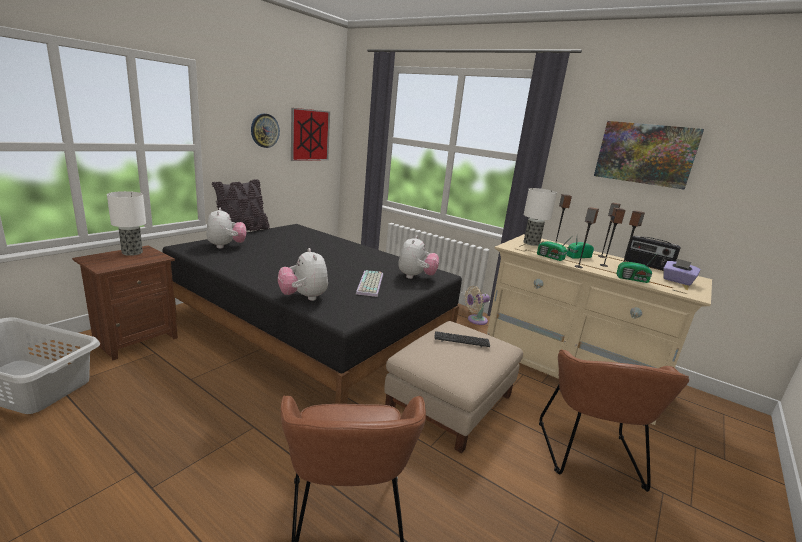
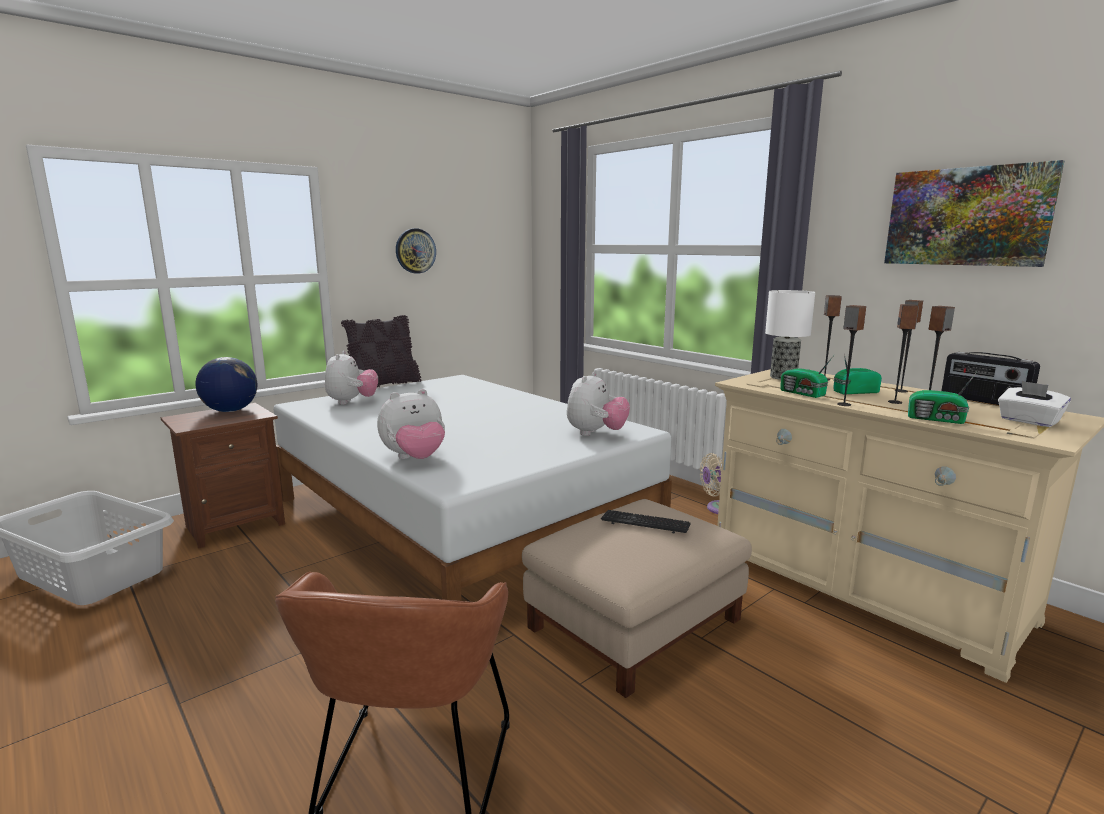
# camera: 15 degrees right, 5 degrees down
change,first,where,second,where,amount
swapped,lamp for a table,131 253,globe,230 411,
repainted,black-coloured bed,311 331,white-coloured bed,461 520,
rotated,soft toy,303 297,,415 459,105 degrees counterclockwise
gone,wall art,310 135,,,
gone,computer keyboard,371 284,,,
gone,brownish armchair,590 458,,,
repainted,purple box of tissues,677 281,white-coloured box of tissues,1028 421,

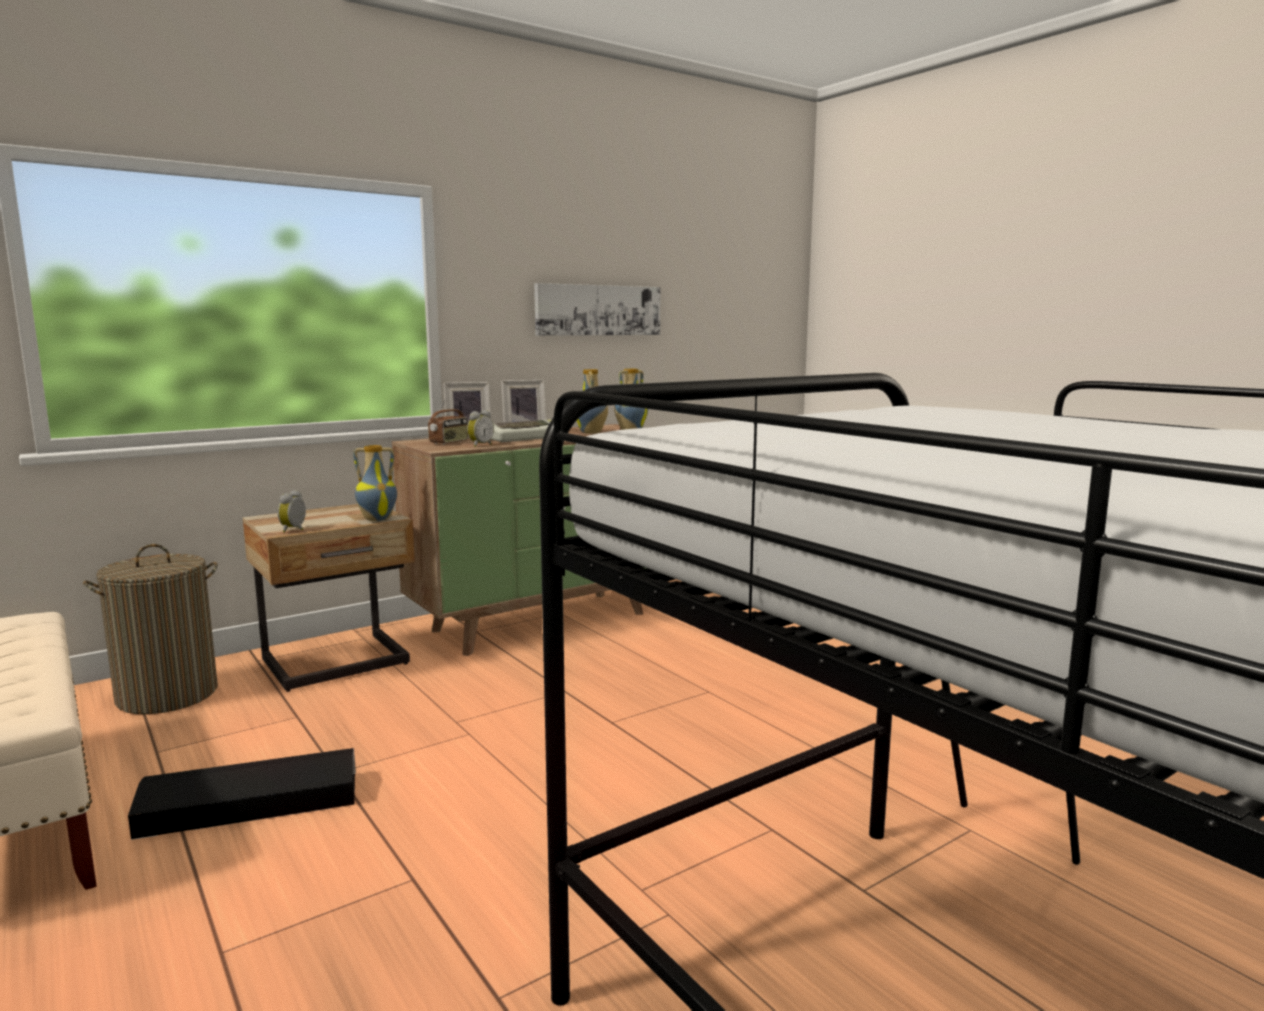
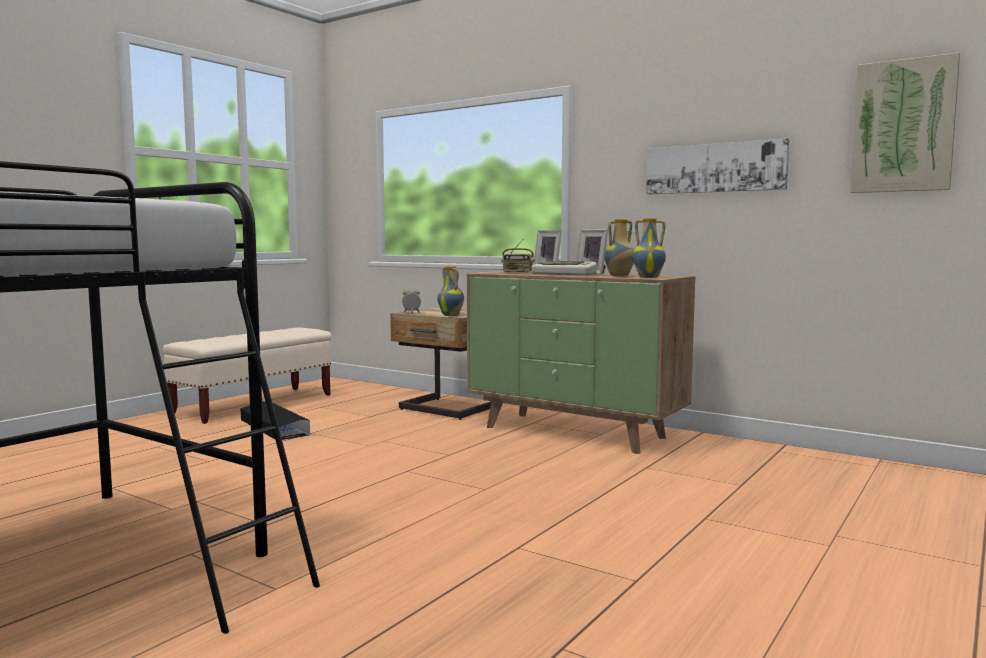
# camera: 70 degrees right, 5 degrees down
change,first,where,second,where,amount
gone,laundry basket,167 695,,,
gone,bedside clock,479 445,,,
new,,,wall art,903 126,

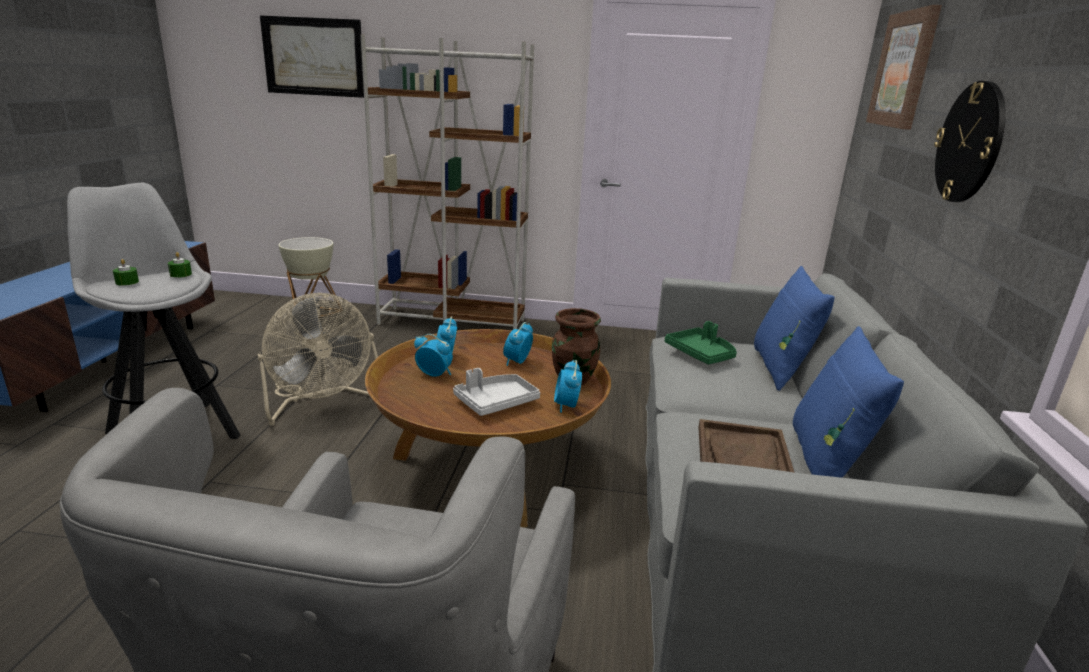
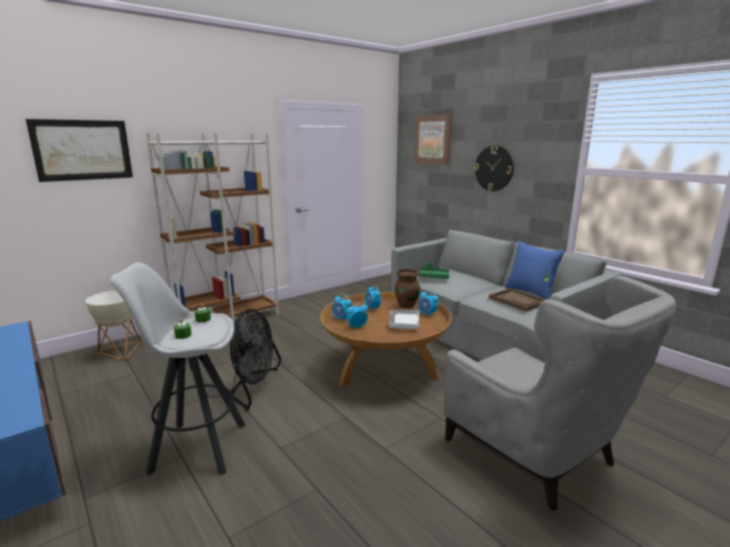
# camera: 45 degrees left, 5 degrees down
change,first,where,second,where,amount
repainted,sand-coloured fan,317 403,black-coloured fan,247 388,
gone,blue-coloured cushion,780 369,,,

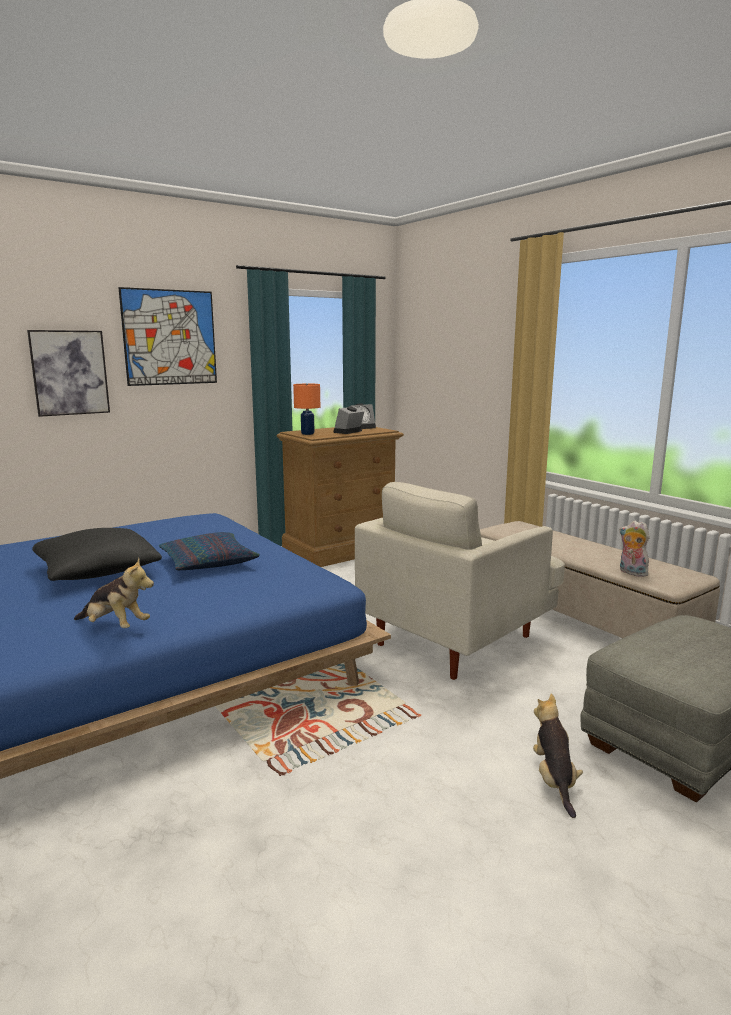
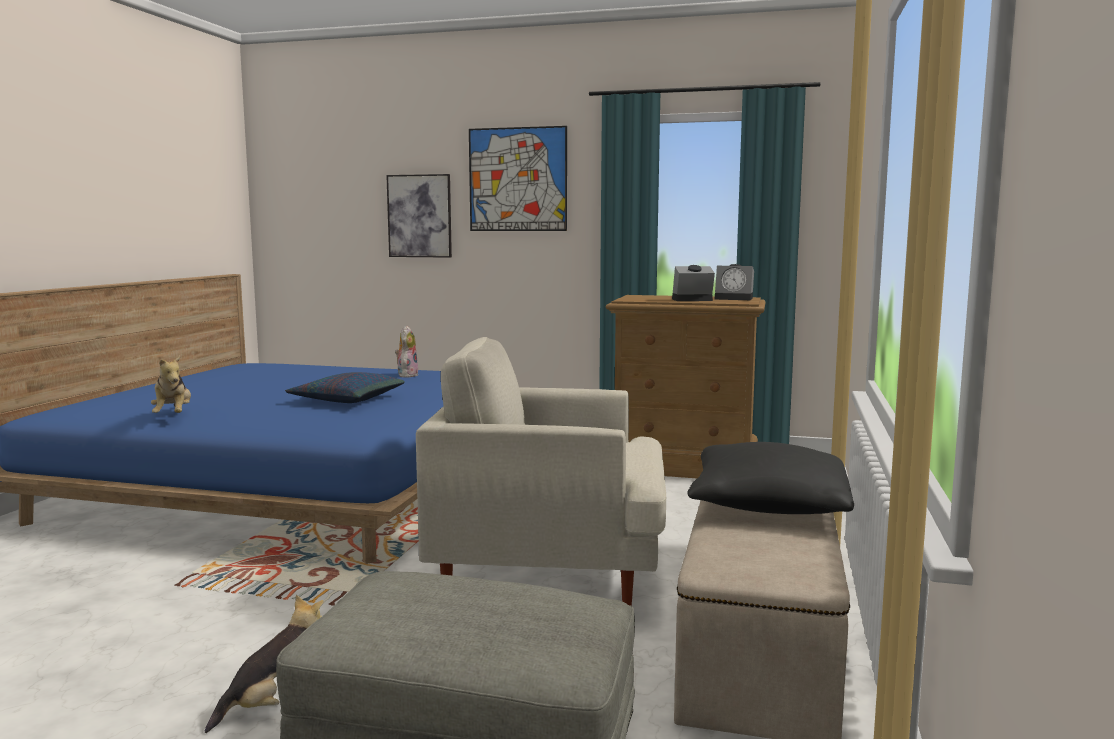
# camera: 50 degrees right, 5 degrees down
change,first,where,second,where,amount
shifted,black-coloured cushion,97 571,,768 505,
gone,orange lamp for a table,307 434,,,
shifted,soft toy,631 573,,407 375,

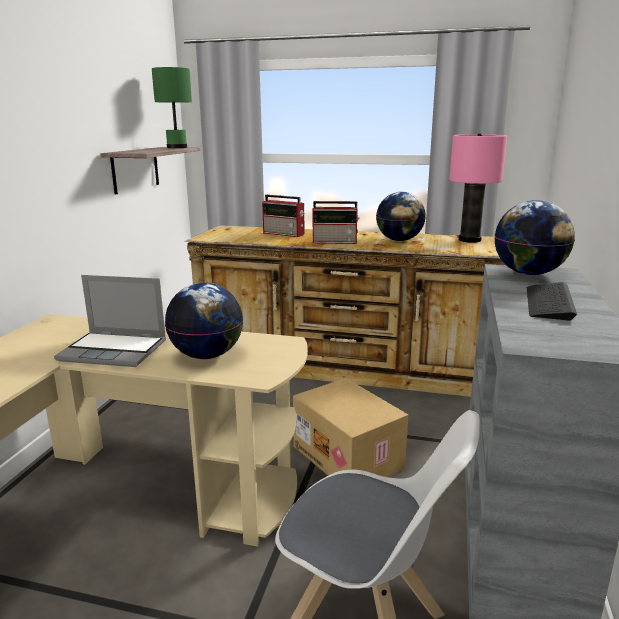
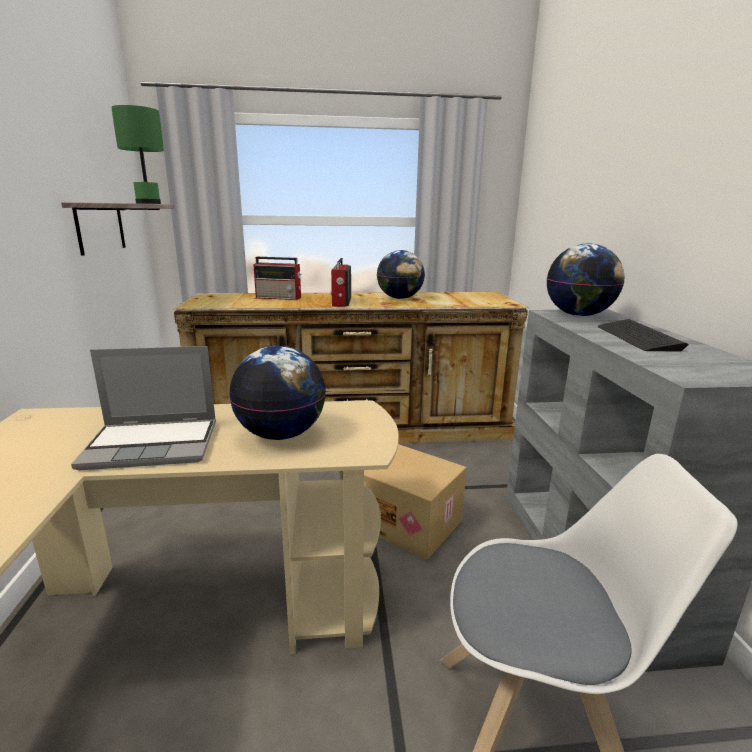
# camera: 20 degrees left, 0 degrees up
change,first,where,second,where,amount
rotated,radio,336 242,,341 302,105 degrees clockwise
gone,pink lamp for a table,470 240,,,

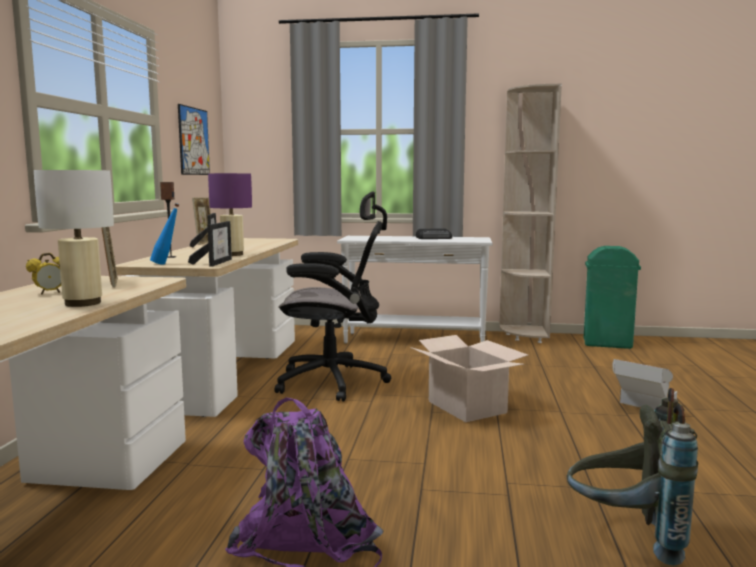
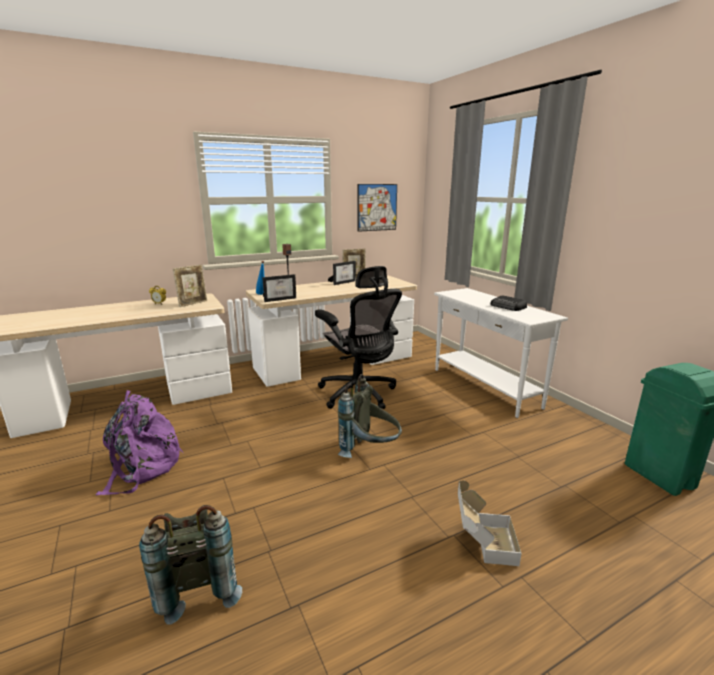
# camera: 55 degrees right, 10 degrees up
change,first,where,second,where,amount
gone,white-coloured lamp for a table,82 303,,,
gone,purple lamp for a table,233 254,,,
swapped,cardboard box,466 407,grey backpack,370 452,
gone,sand-coloured shelving unit,524 338,,,

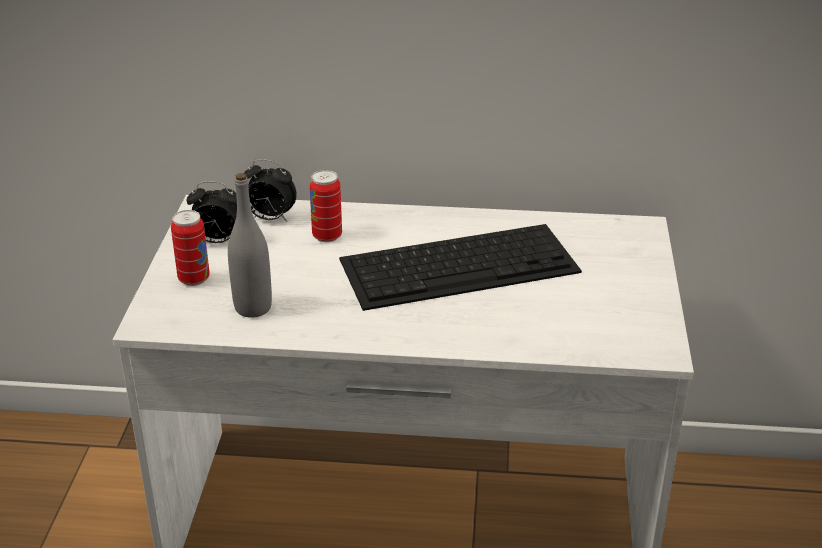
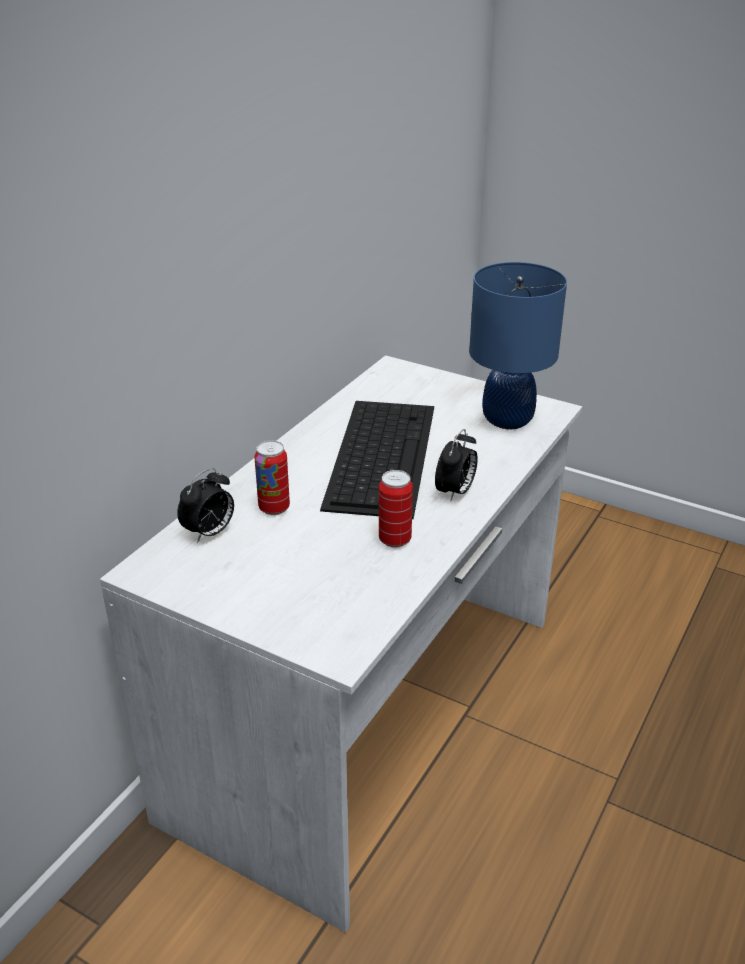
# camera: 65 degrees left, 0 degrees up
change,first,where,second,where,amount
shifted,metal can,194 279,,395 540,
shifted,bedside clock,217 241,,455 492,
gone,grey bottle,253 308,,,
new,,,blue-coloured lamp for a table,508 420,

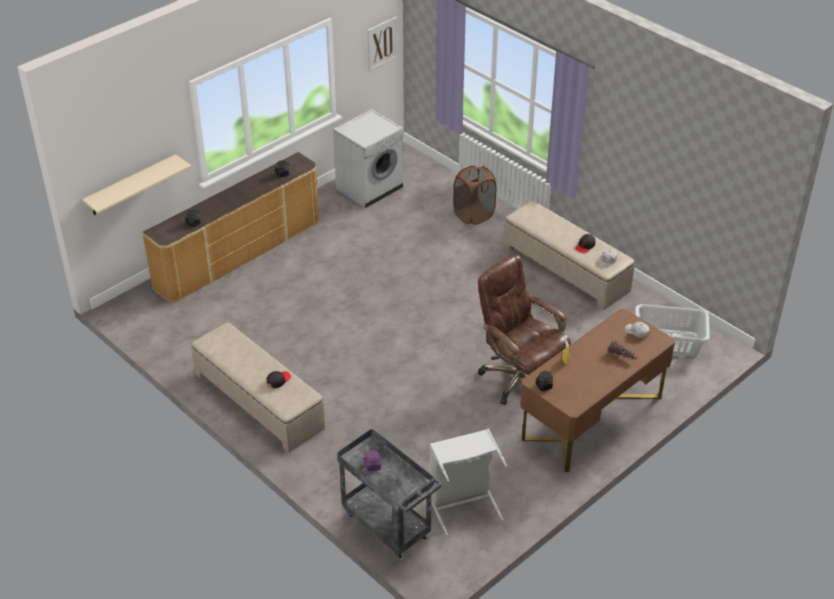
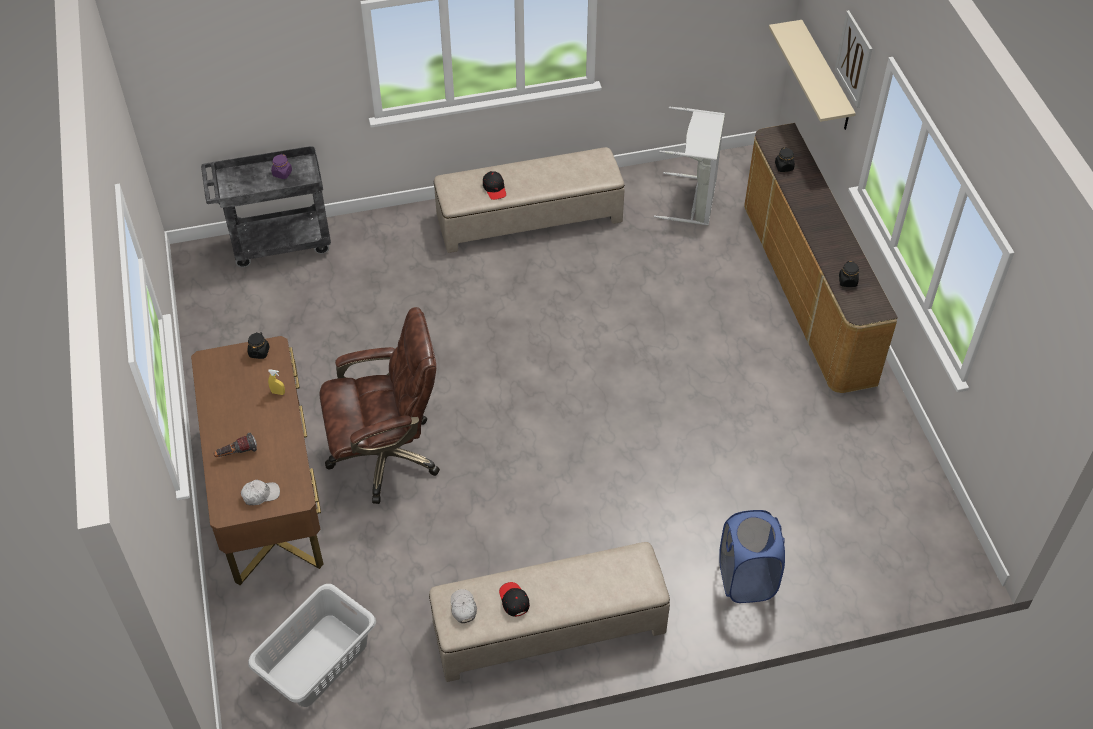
# camera: 120 degrees right, 10 degrees up
change,first,where,second,where,amount
gone,white-coloured laundry machine,370 188,,,
shifted,wall art,382 43,,854 59,
shifted,grey laundry basket,463 503,,694 200,
repainted,brownish laundry basket,473 215,blue-coloured laundry basket,746 579,

